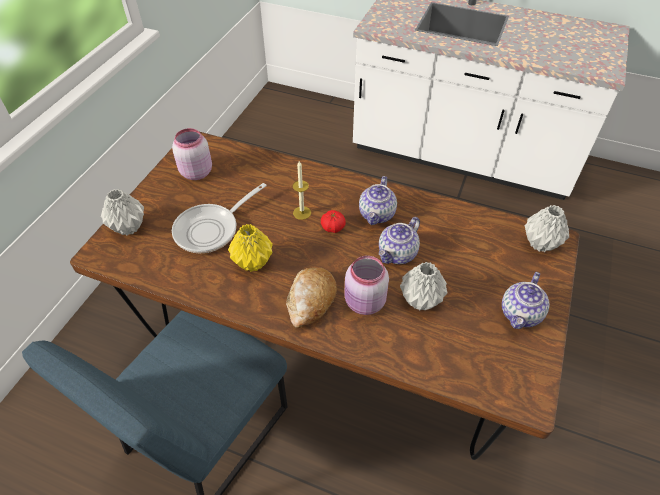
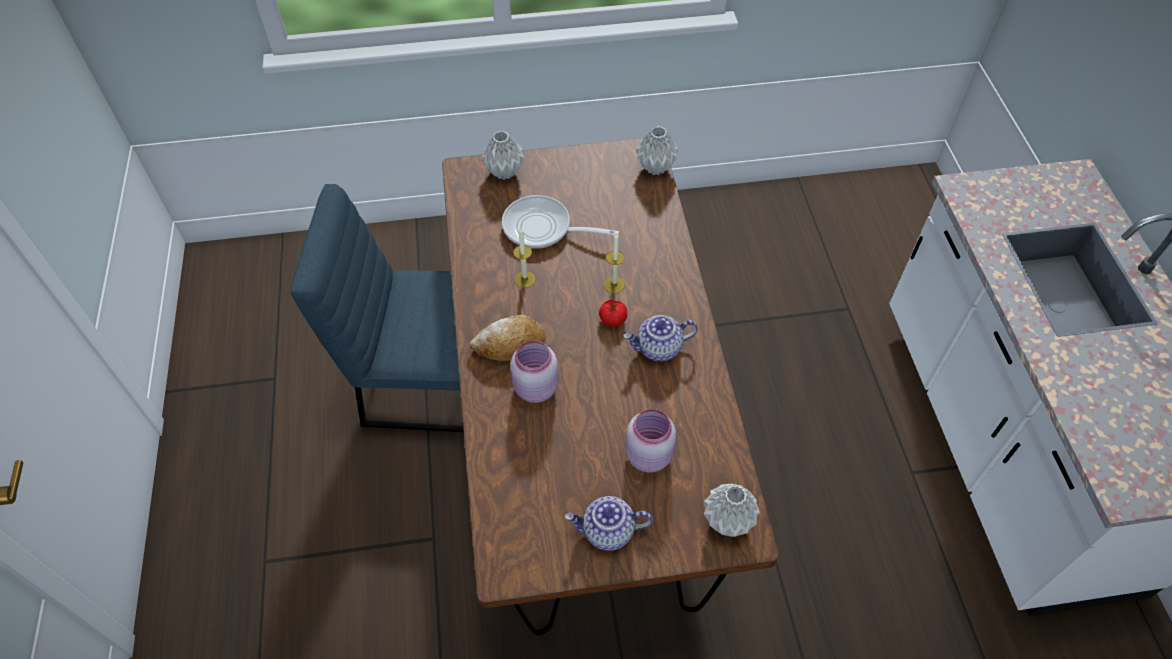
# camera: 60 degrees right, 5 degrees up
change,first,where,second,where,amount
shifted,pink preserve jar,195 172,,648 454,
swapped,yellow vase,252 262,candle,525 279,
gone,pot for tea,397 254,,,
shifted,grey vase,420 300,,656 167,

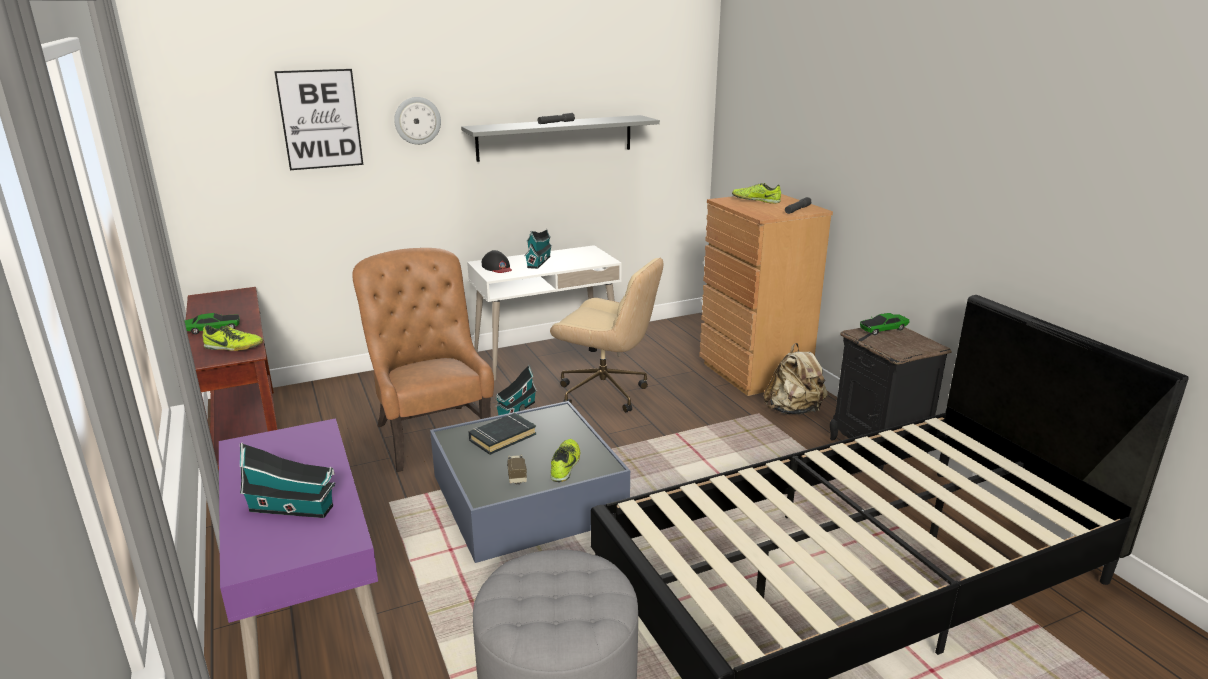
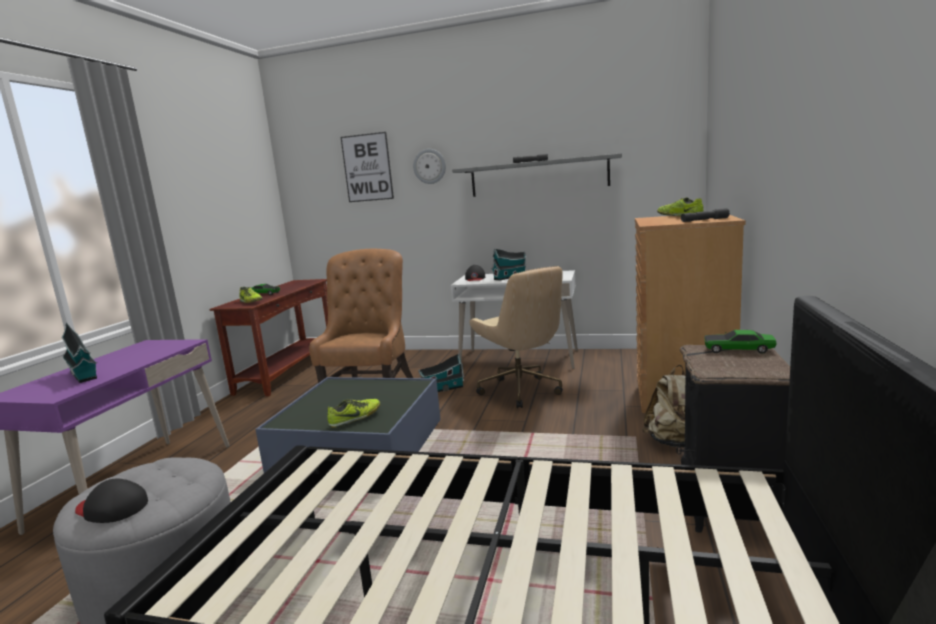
# camera: 40 degrees right, 10 degrees down
change,first,where,second,where,amount
gone,black-coloured bound book,502 437,,,
gone,toy lorry,516 474,,,
new,,,black-coloured peaked cap,111 508,

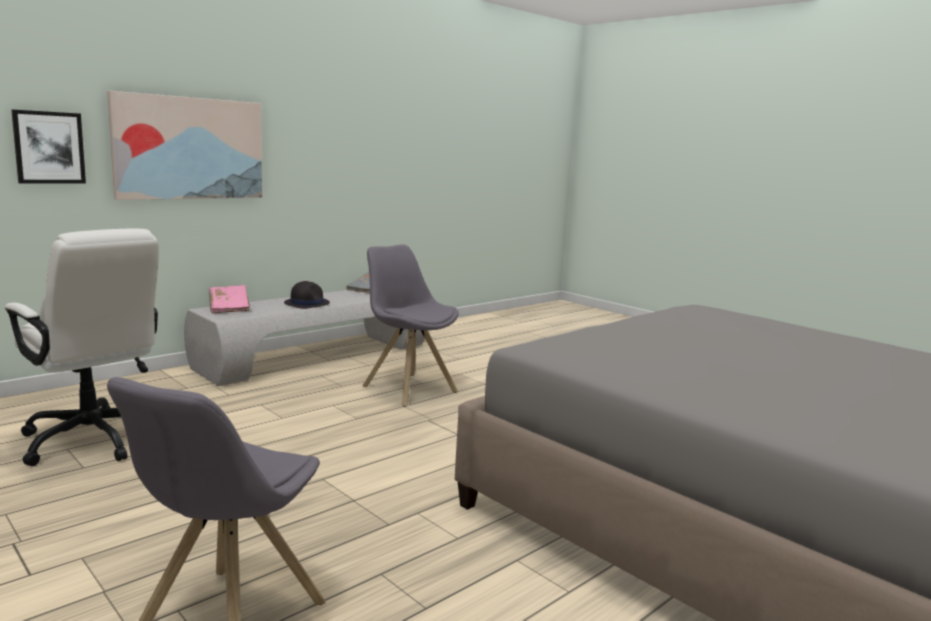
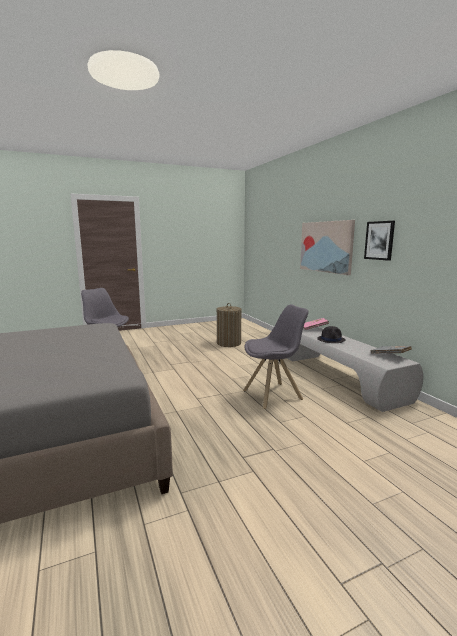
# camera: 110 degrees right, 0 degrees up
change,first,where,second,where,amount
swapped,white-coloured office chair,95 442,laundry basket,228 343,
shifted,wall art,49 147,,379 240,

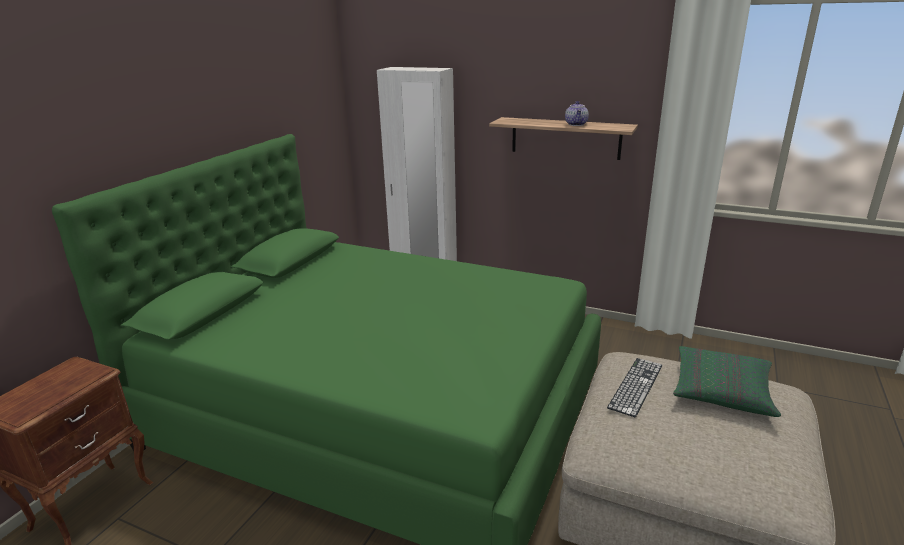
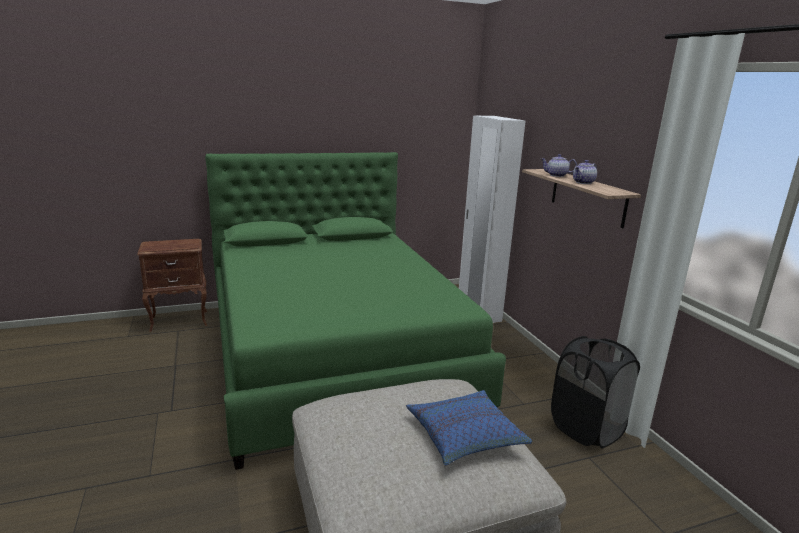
# camera: 45 degrees right, 5 degrees down
change,first,where,second,where,amount
gone,computer keyboard,636 386,,,
repainted,green-coloured cushion,721 390,blue-coloured cushion,465 436,
new,,,pot for tea,556 175,
new,,,black-coloured laundry basket,587 429,

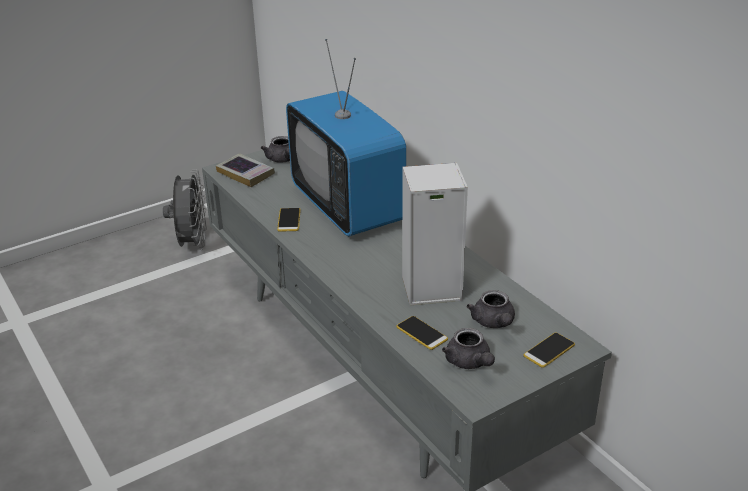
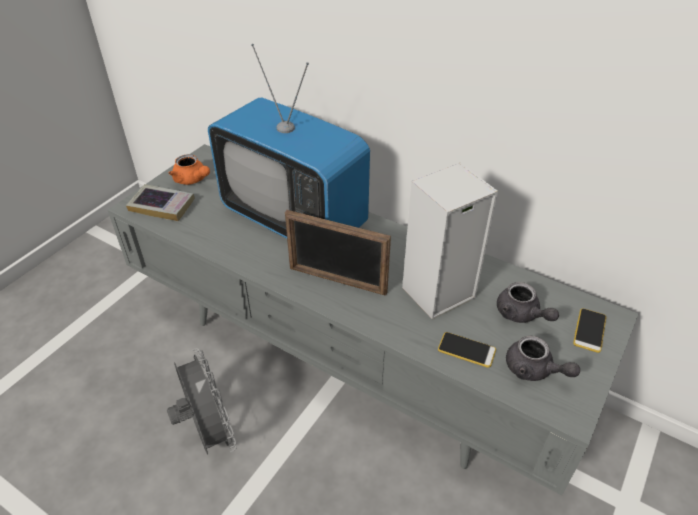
# camera: 25 degrees left, 10 degrees up
change,first,where,second,where,amount
shifted,grey fan,192 244,,208 432,
repainted,grey pot for tea,283 160,orange pot for tea,192 180,
gone,telephone,289 220,,,
new,,,standing frame,337 281,

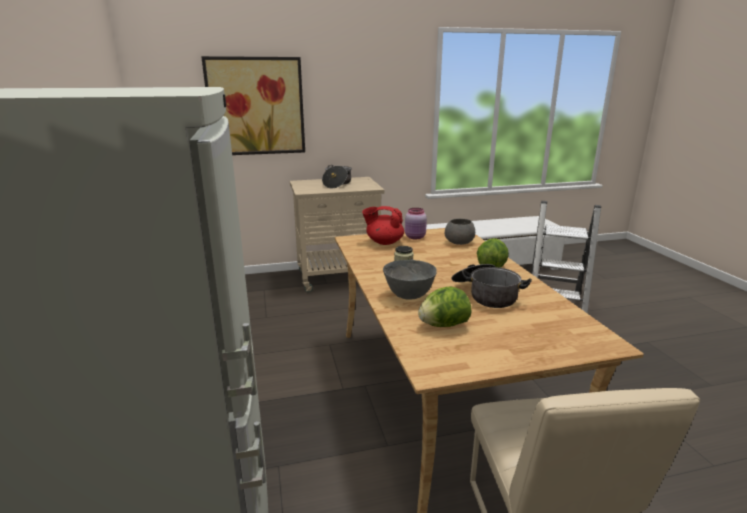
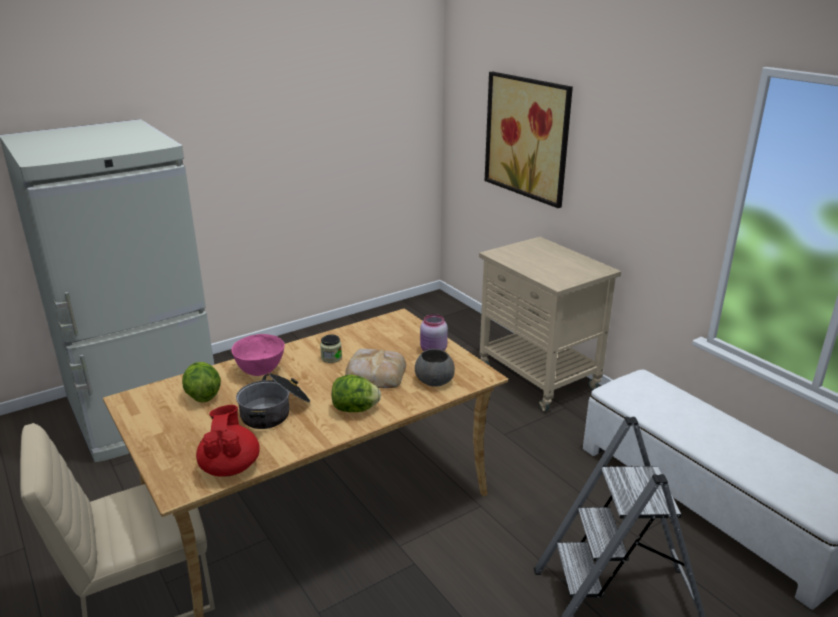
# camera: 70 degrees right, 5 degrees up
change,first,where,second,where,amount
gone,stockpot,337 184,,,
shifted,reddish pot for tea,384 242,,230 466,
repainted,grey serving bowl,409 296,pink serving bowl,260 371,
new,,,bread,375 373,

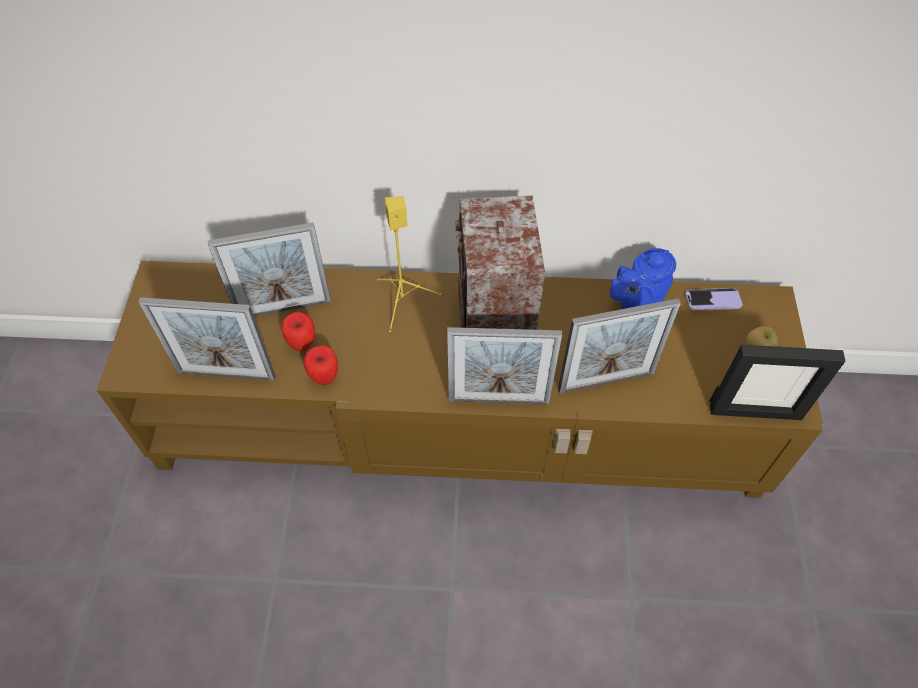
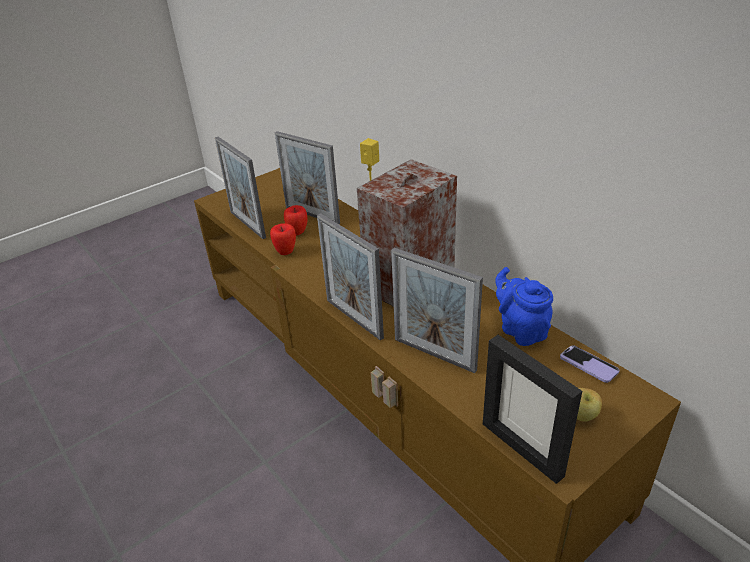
# camera: 50 degrees right, 20 degrees down
change,first,where,second,where,amount
rotated,blue-coloured pot for tea,635 304,,520 330,45 degrees clockwise

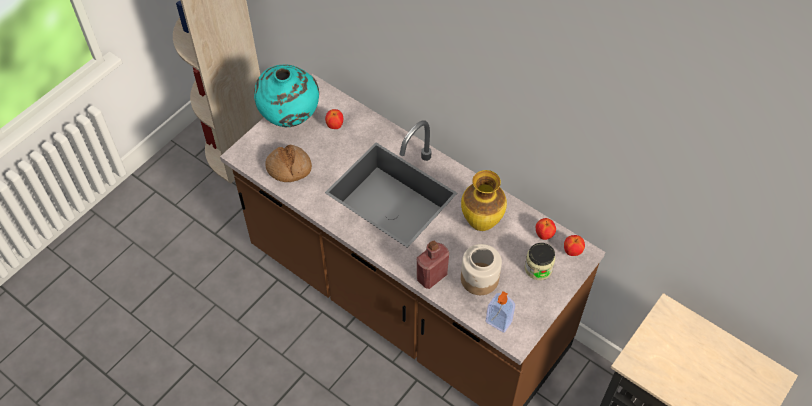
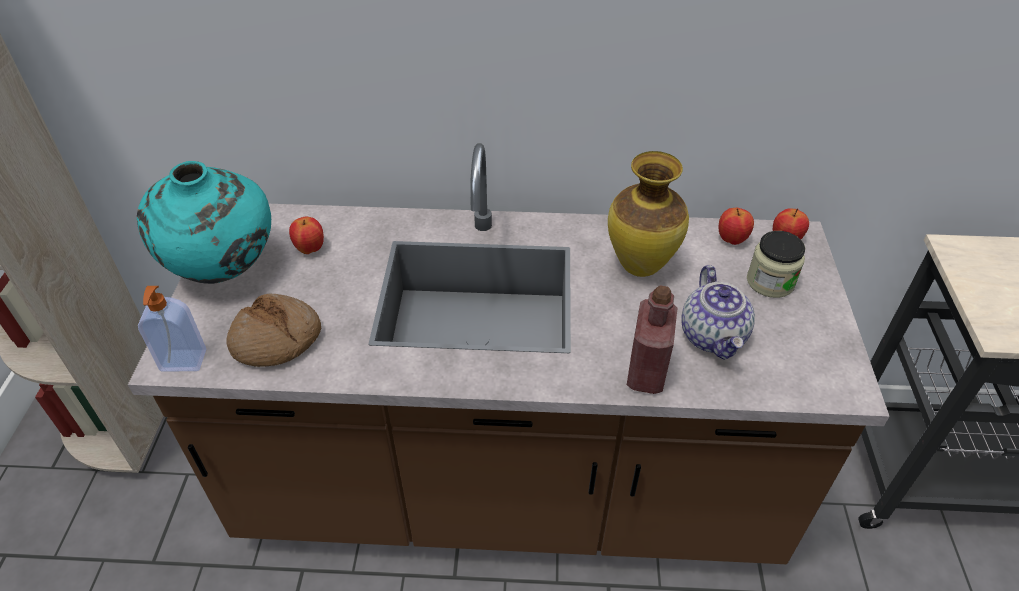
# camera: 35 degrees left, 10 degrees down
change,first,where,second,where,amount
swapped,preserve jar,480 278,pot for tea,713 336,
shifted,soap bottle,498 322,,183 362,

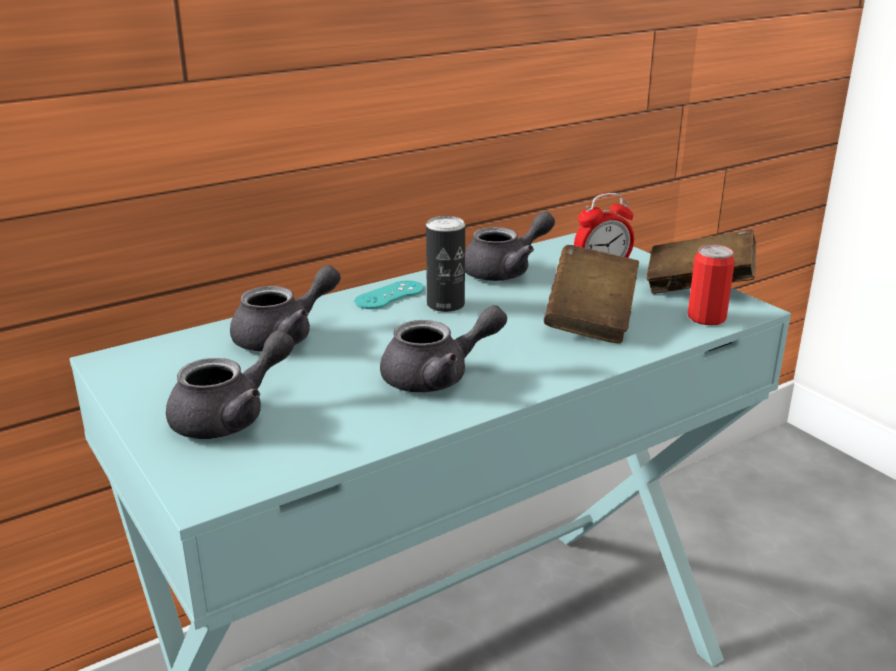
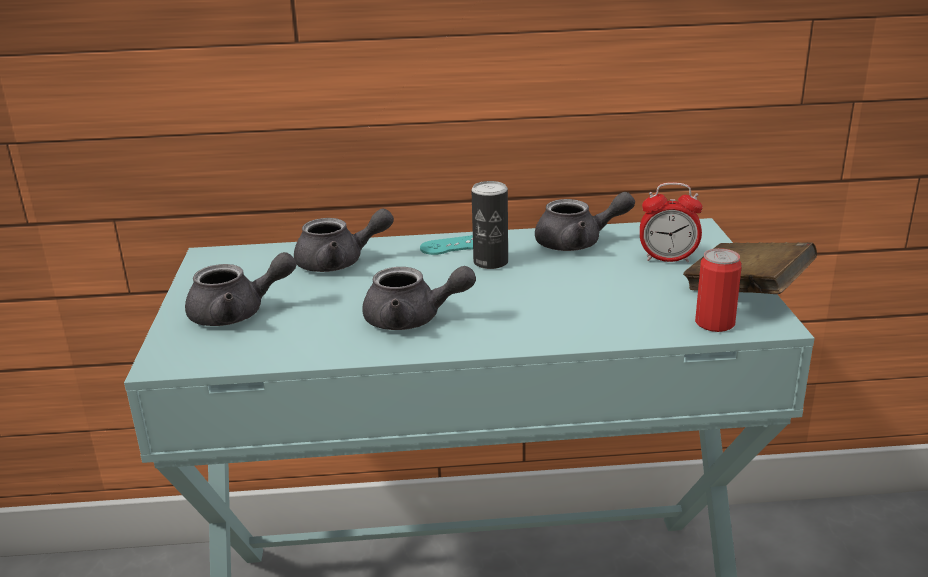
# camera: 30 degrees right, 0 degrees up
change,first,where,second,where,amount
gone,brownish bound book,590 320,,,

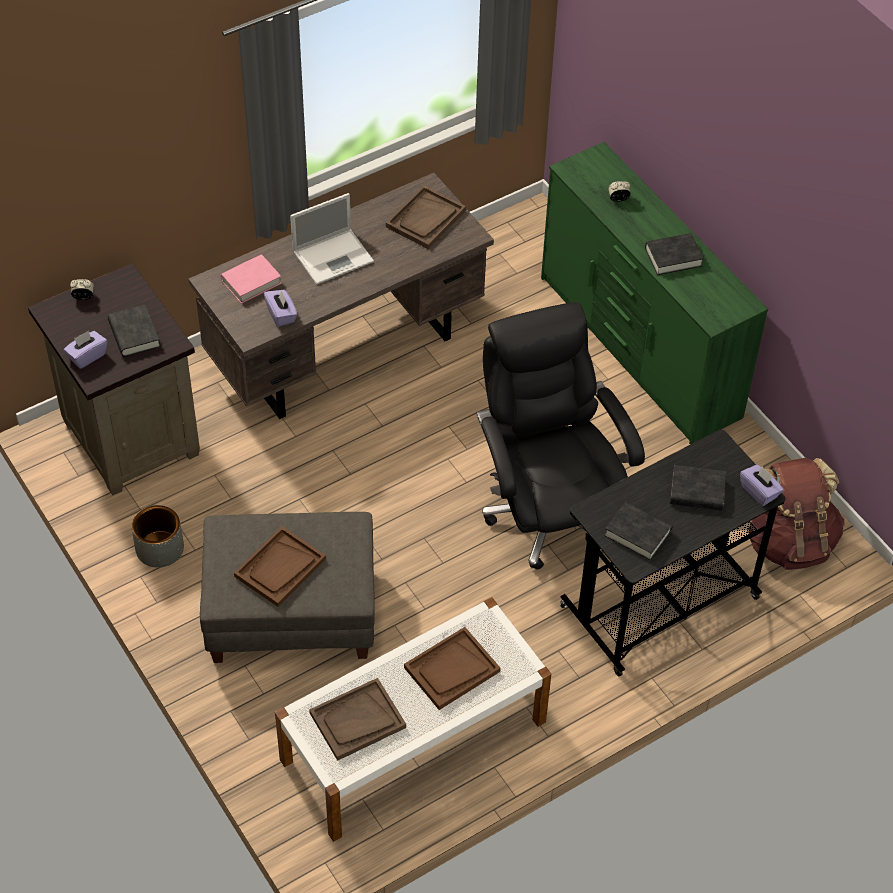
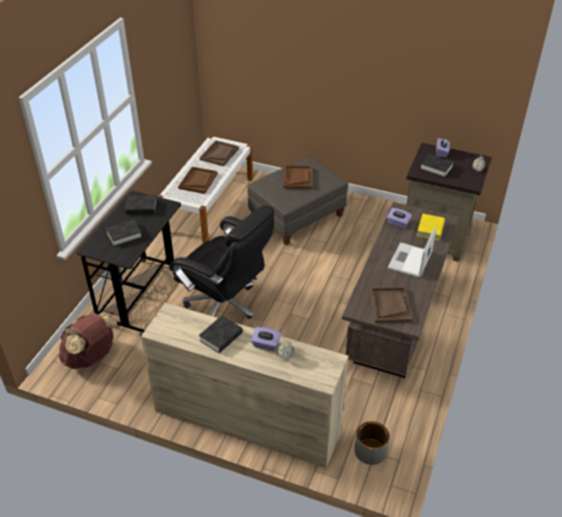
# camera: 145 degrees right, 10 degrees down
change,first,where,second,where,amount
shifted,grey planter,160 549,,370 451,
repainted,pink bound book,251 282,yellow bound book,430 229,
repainted,green-coloured drawer chest,638 348,sand-coloured drawer chest,246 420,
shifted,purple box of tissues,759 492,,266 345,

